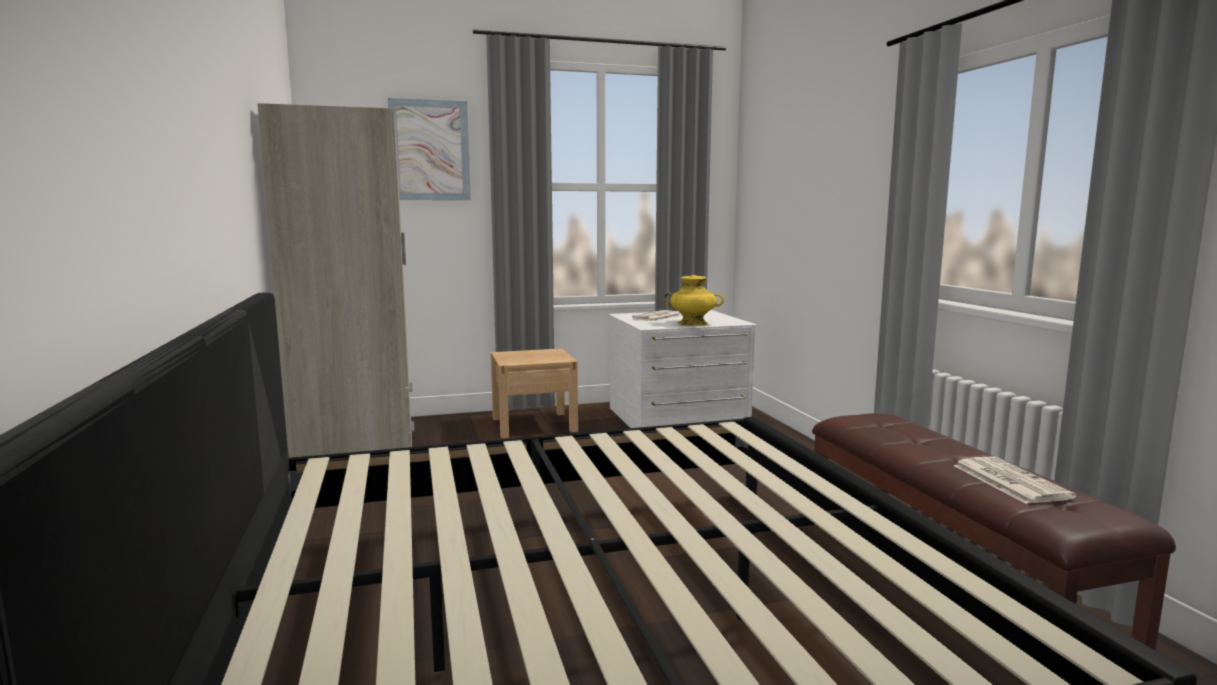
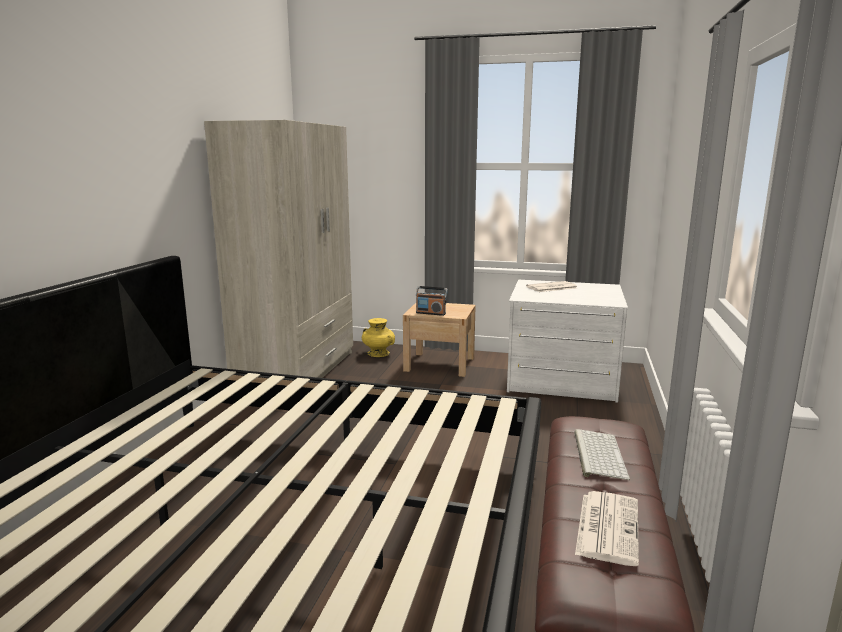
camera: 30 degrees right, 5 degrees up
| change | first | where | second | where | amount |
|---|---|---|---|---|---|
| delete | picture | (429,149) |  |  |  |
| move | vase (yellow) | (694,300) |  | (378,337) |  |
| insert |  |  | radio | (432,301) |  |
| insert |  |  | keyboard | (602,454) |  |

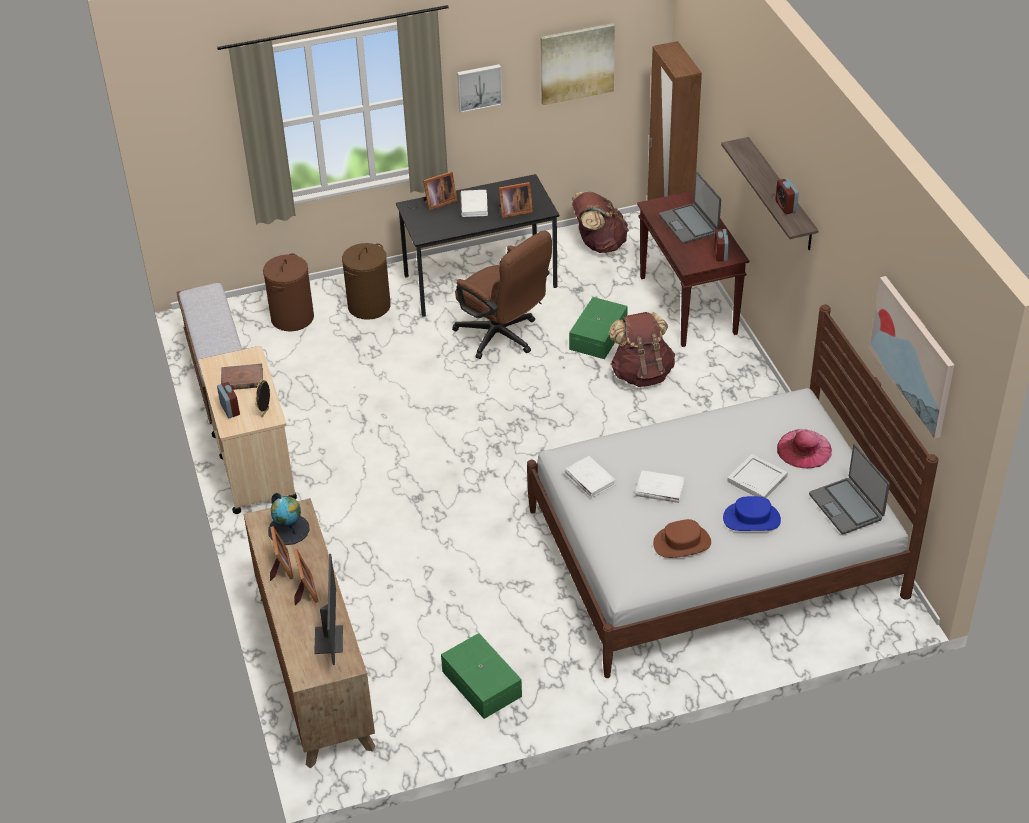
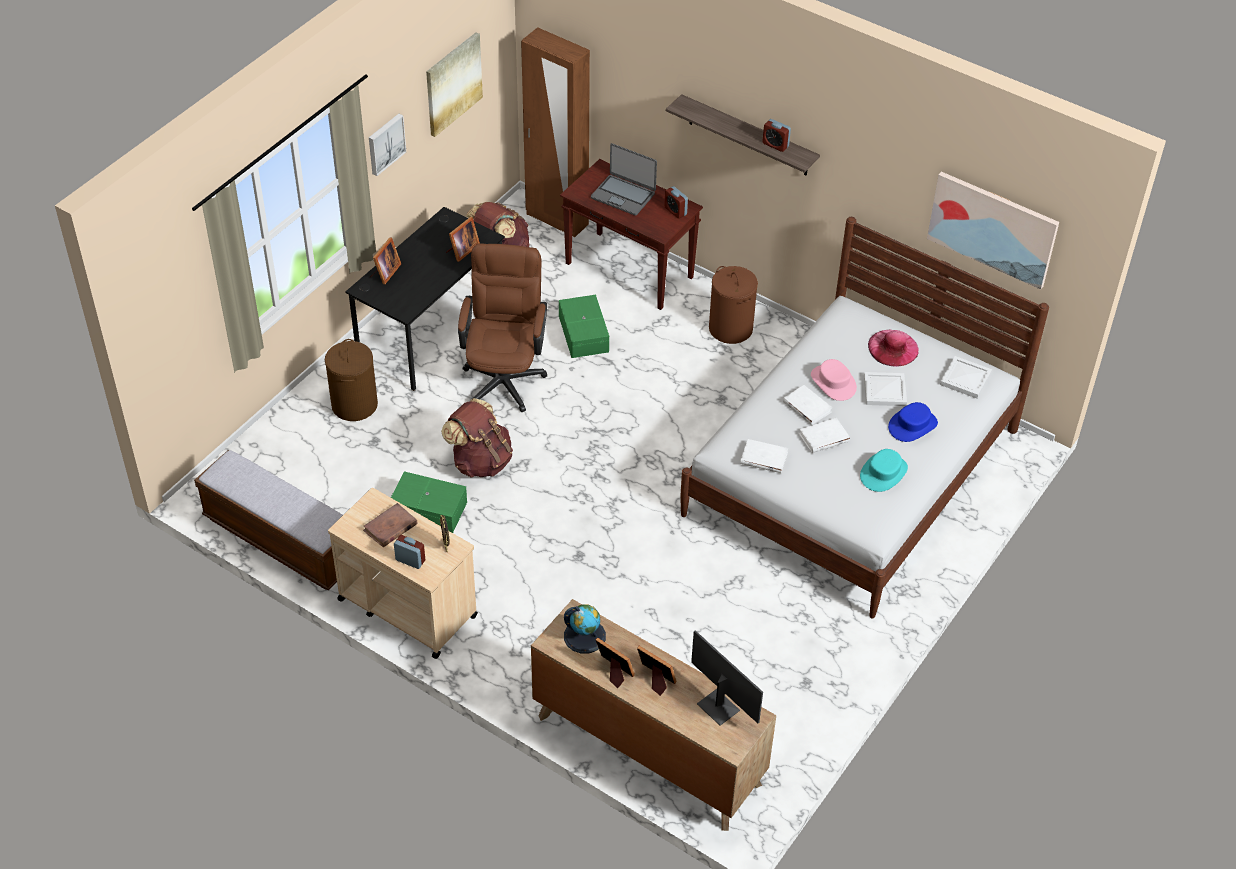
camera: 40 degrees left, 5 degrees up
| change | first | where | second | where | amount |
|---|---|---|---|---|---|
| move | laundry basket (brown) | (288,292) |  | (733,305) |  |
| move | storage box (green) | (481,676) |  | (429,502) |  |
| rotate | office chair (brown) | (502,295) |  | (502,327) | 90 degrees counterclockwise |
| move | book (white) | (474,203) |  | (808,405) |  |
| move | backpack (brown) | (642,349) |  | (477,438) |  |
| recolor | hat (brown) | (682,538) | hat (turquoise) | (884,470) |  |
| replace | laptop | (849,489) | tray (white) | (966,377) |  |
| insert |  |  | hat (pink) | (834,380) |  |

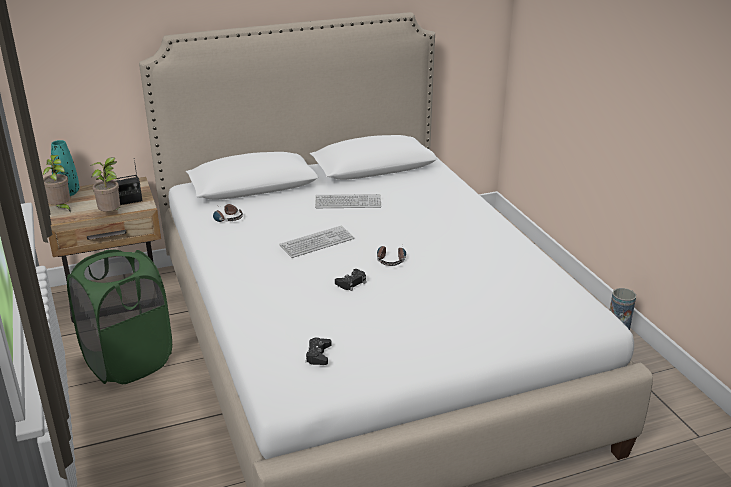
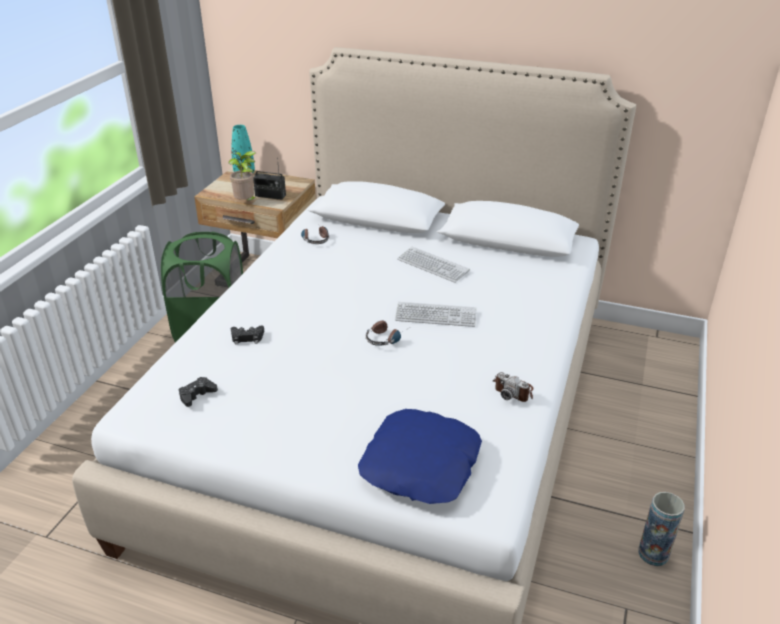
camera: 40 degrees right, 5 degrees up
| change | first | where | second | where | amount |
|---|---|---|---|---|---|
| delete | potted plant | (57,184) |  |  |  |
| move | keyboard | (316,242) |  | (436,314) |  |
| move | game controller (black) | (350,280) |  | (247,335) |  |
| insert |  |  | pillow (blue) | (420,456) |  |
| insert |  |  | photo camera | (512,387) |  |

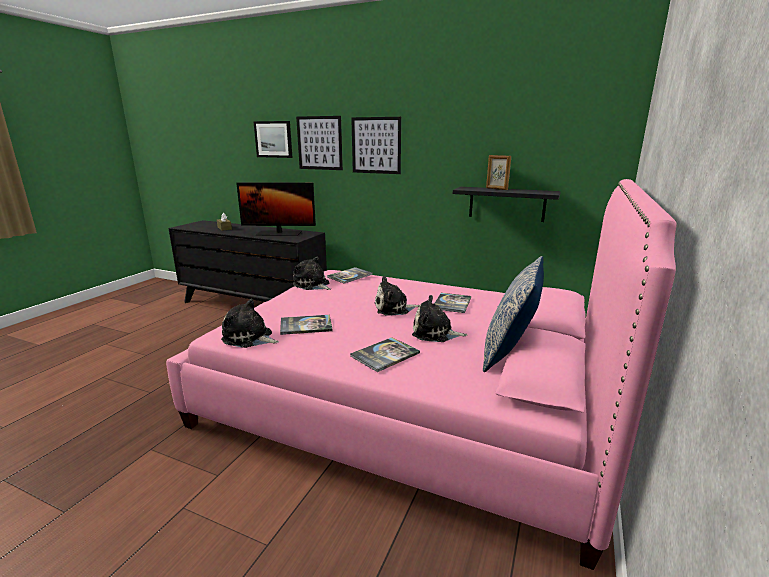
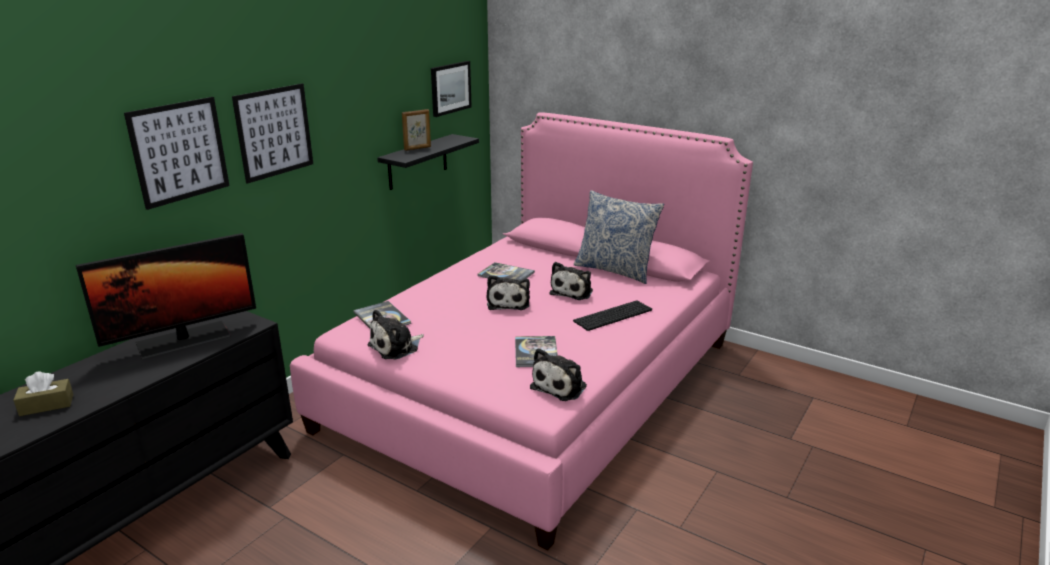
camera: 80 degrees left, 5 degrees up
| change | first | where | second | where | amount |
|---|---|---|---|---|---|
| rotate | monitor | (276,209) |  | (166,296) | 45 degrees clockwise |
| move | picture | (272,139) |  | (451,89) |  |
| replace | book | (385,354) | keyboard | (612,315) |  |

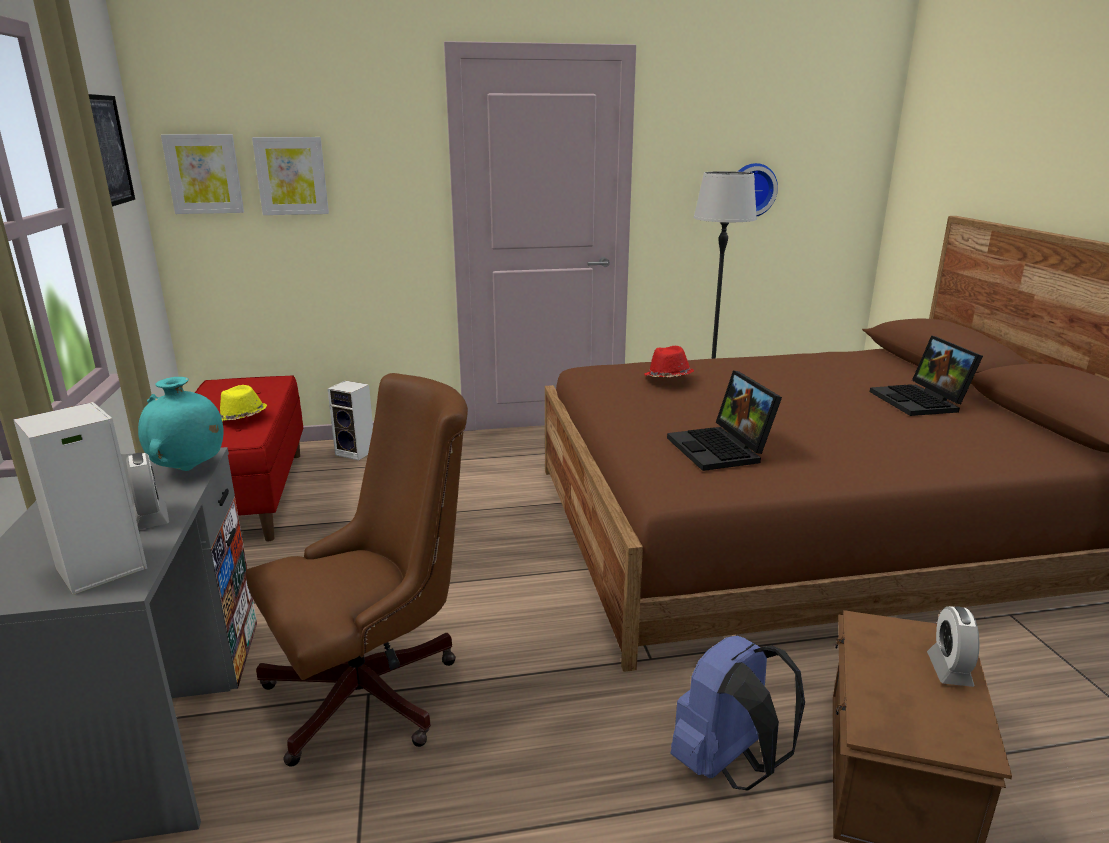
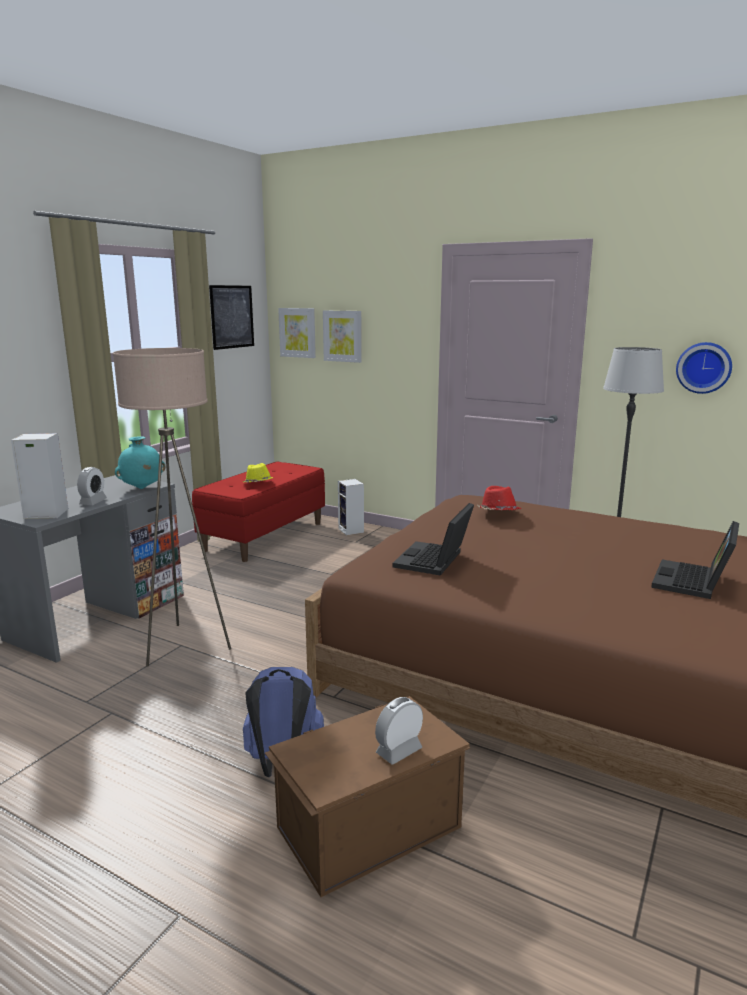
camera: 40 degrees right, 5 degrees down
| change | first | where | second | where | amount |
|---|---|---|---|---|---|
| replace | office chair (brown) | (357,569) | floor lamp (beige) | (172,507) |  |

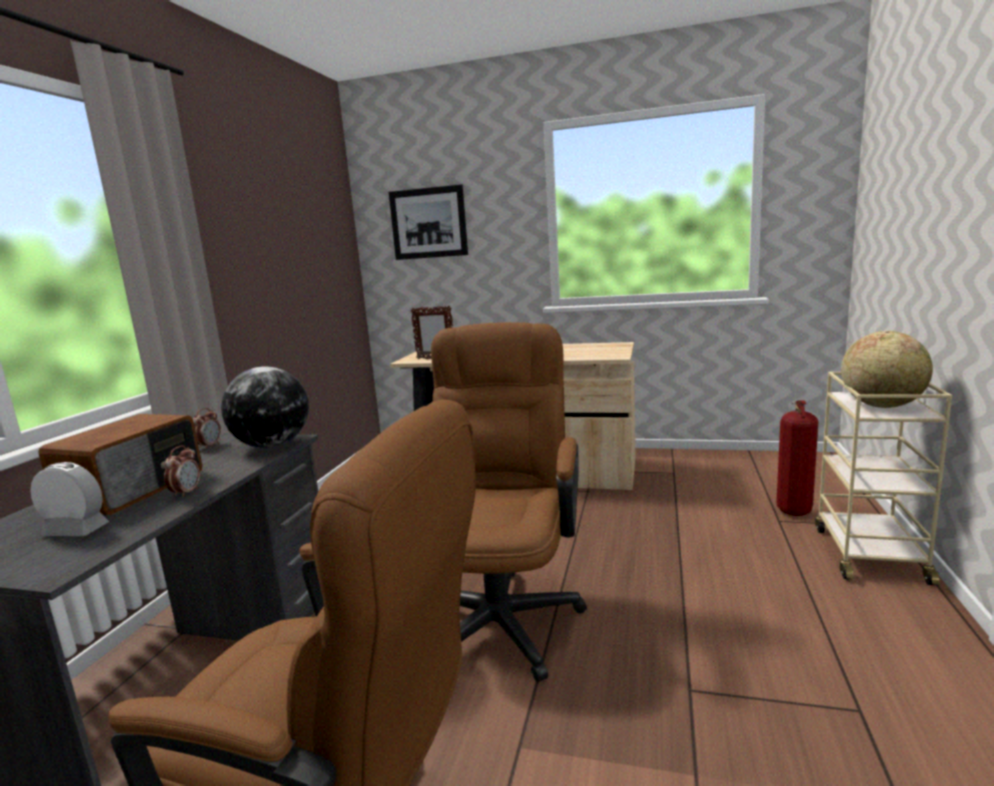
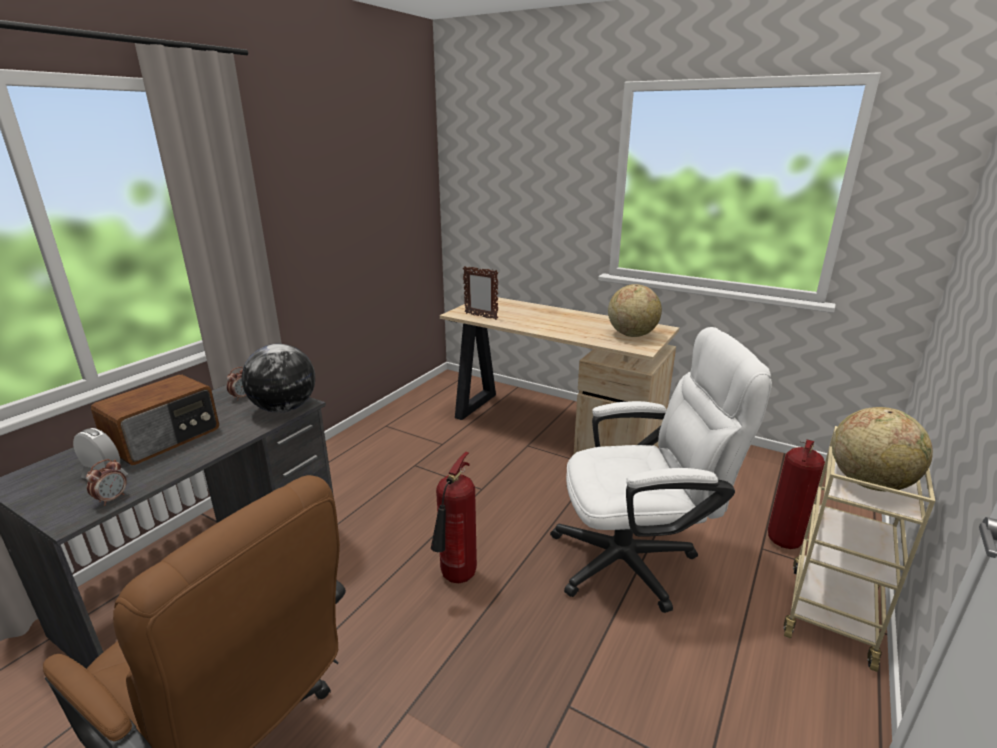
camera: 15 degrees right, 10 degrees up
| change | first | where | second | where | amount |
|---|---|---|---|---|---|
| move | alarm clock | (182,471) |  | (106,482) |  |
| delete | picture | (428,222) |  |  |  |
| replace | office chair (brown) | (509,502) | fire extinguisher | (454,517) |  |
| insert |  |  | office chair (white) | (661,470) |  |
| insert |  |  | globe | (635,310) |  |

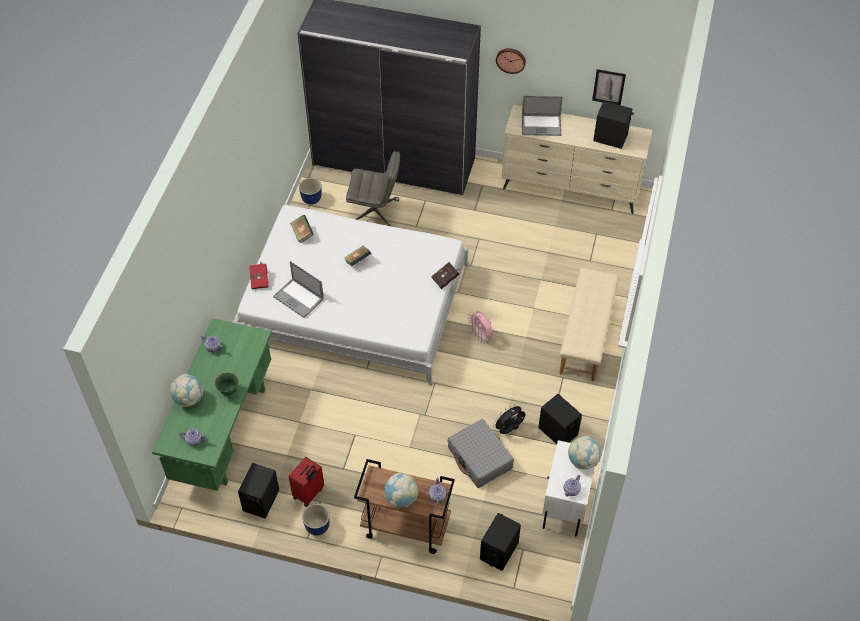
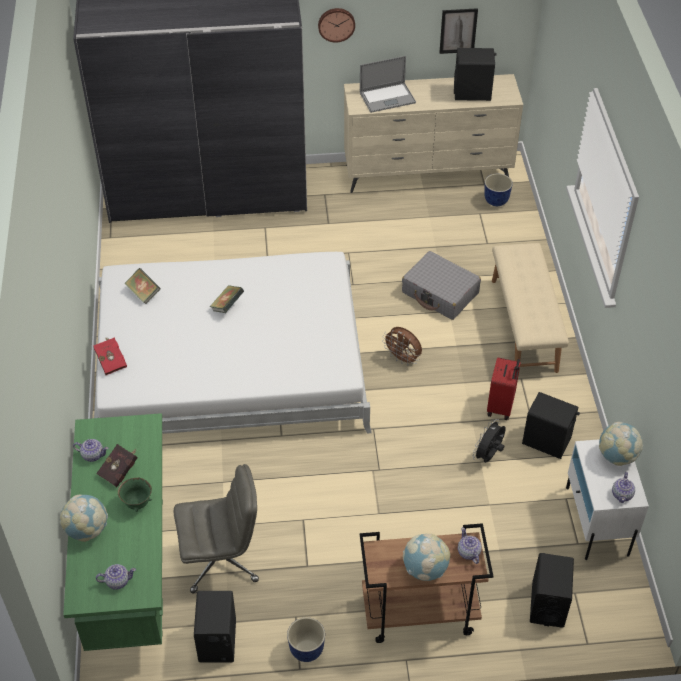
camera: 20 degrees left, 5 degrees down
| change | first | where | second | where | amount |
|---|---|---|---|---|---|
| delete | laptop | (298,289) |  |  |  |
| move | suitcase (red) | (306,482) |  | (504,388) |  |
| move | planter | (310,191) |  | (498,190) |  |
| move | office chair (grey) | (373,189) |  | (216,529) |  |
| move | book (red) | (445,275) |  | (117,465) |  |
| move | suitcase (grey) | (481,453) |  | (441,285) |  |
| recolor | fan (pink) | (480,327) | fan (brown) | (402,346) |  |

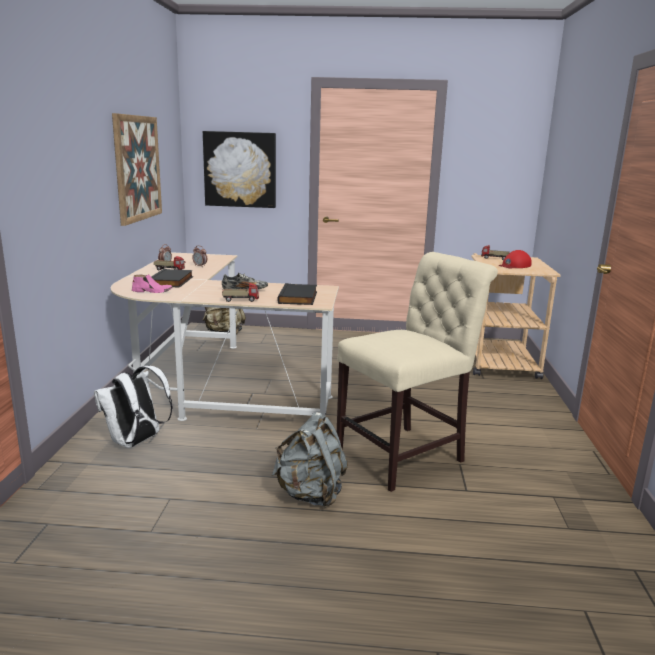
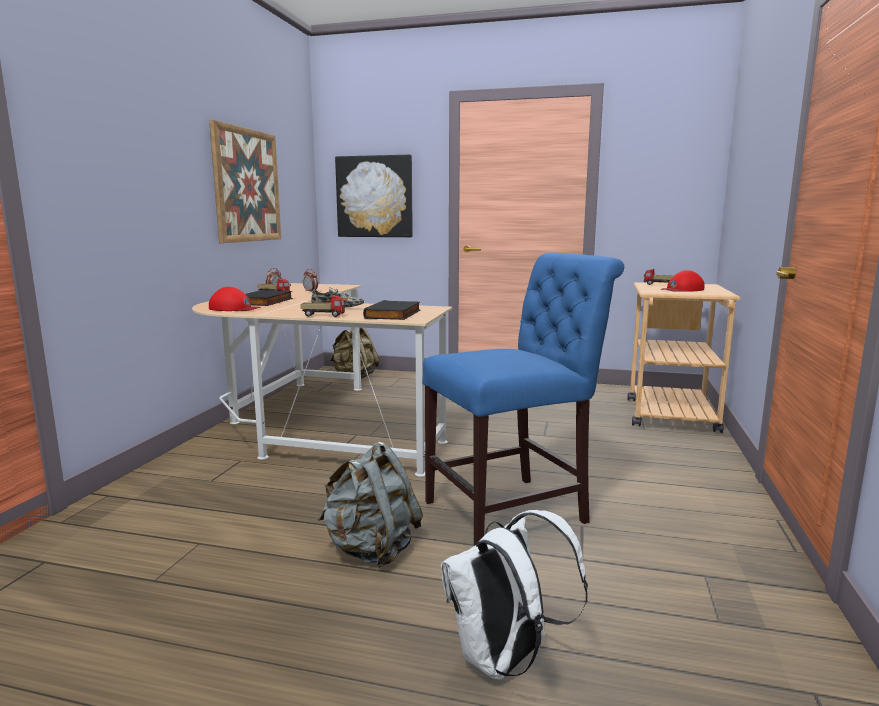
camera: 10 degrees right, 5 degrees down
| change | first | where | second | where | amount |
|---|---|---|---|---|---|
| move | backpack (white) | (133,407) |  | (514,595) |  |
| replace | shoe (pink) | (152,284) | cap (red) | (235,299) |  |
| recolor | chair (beige) | (417,372) | chair (blue) | (523,399) |  |

